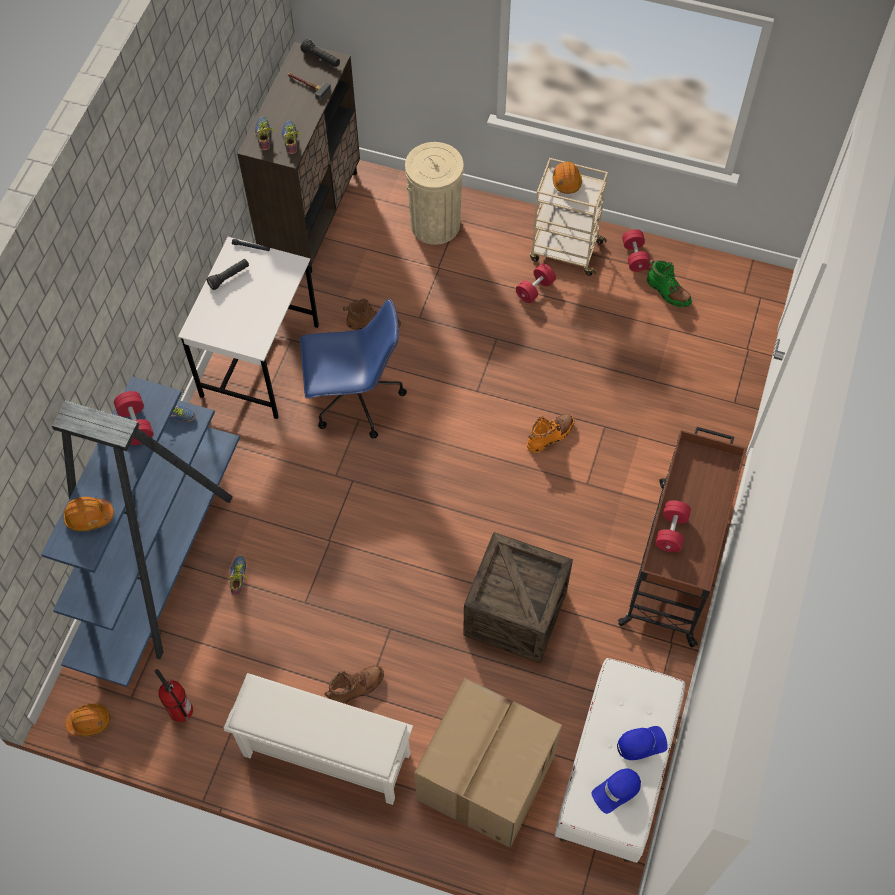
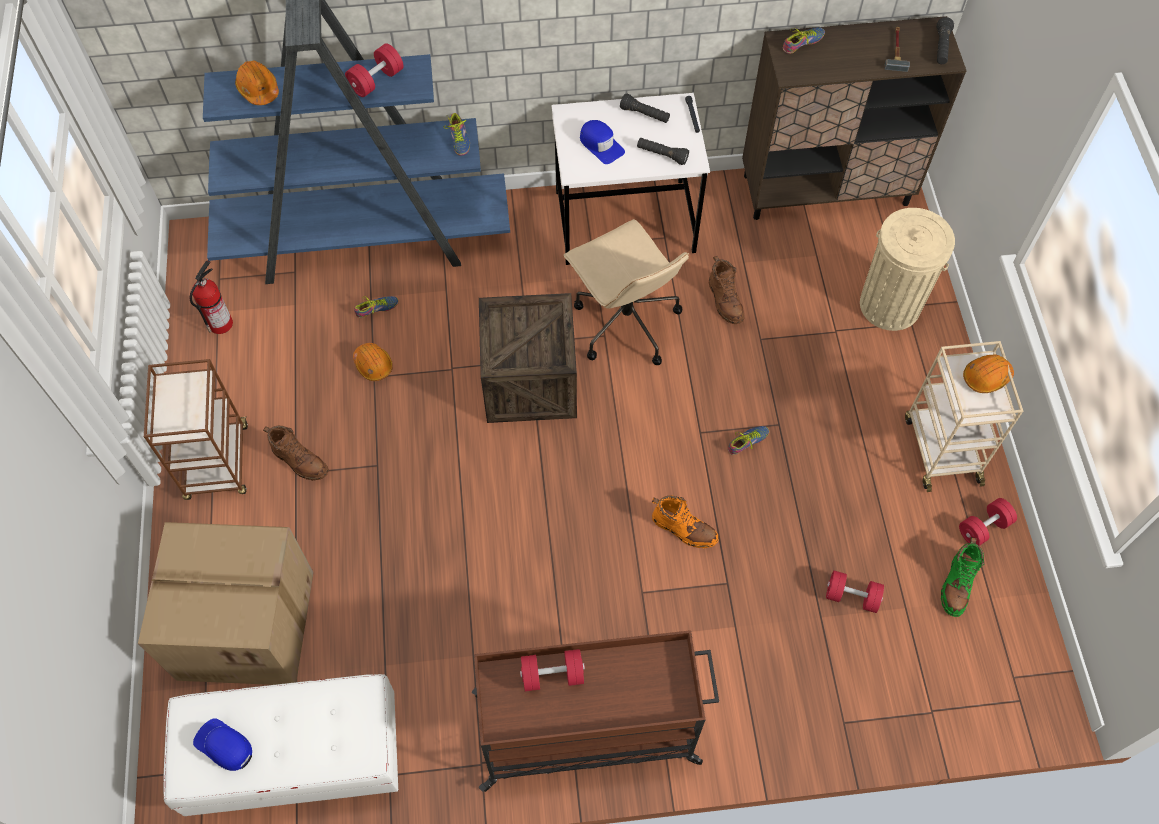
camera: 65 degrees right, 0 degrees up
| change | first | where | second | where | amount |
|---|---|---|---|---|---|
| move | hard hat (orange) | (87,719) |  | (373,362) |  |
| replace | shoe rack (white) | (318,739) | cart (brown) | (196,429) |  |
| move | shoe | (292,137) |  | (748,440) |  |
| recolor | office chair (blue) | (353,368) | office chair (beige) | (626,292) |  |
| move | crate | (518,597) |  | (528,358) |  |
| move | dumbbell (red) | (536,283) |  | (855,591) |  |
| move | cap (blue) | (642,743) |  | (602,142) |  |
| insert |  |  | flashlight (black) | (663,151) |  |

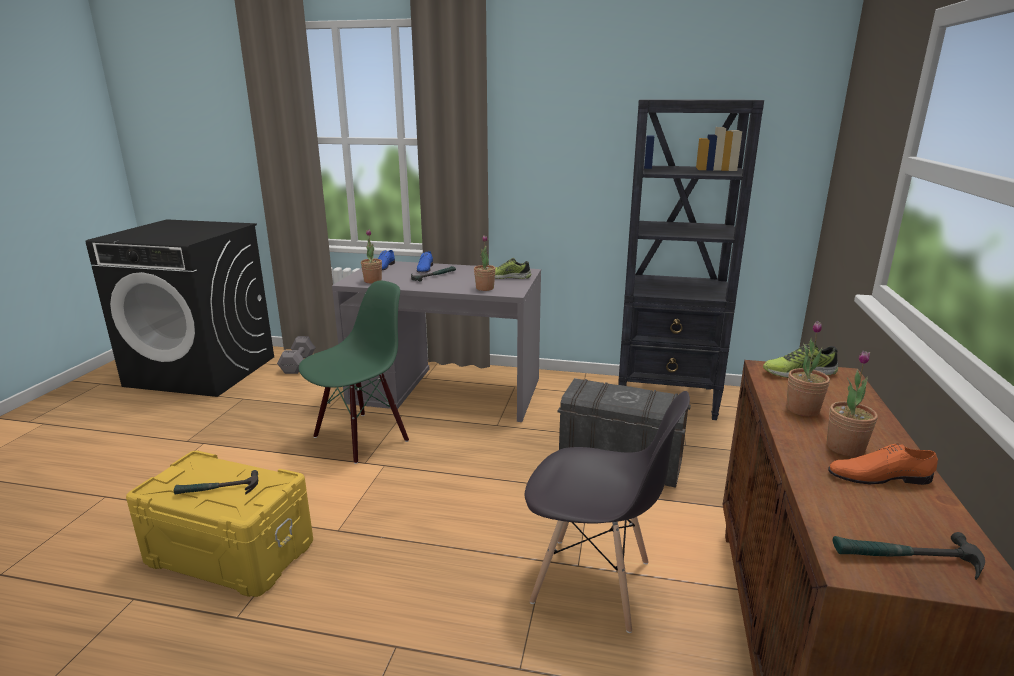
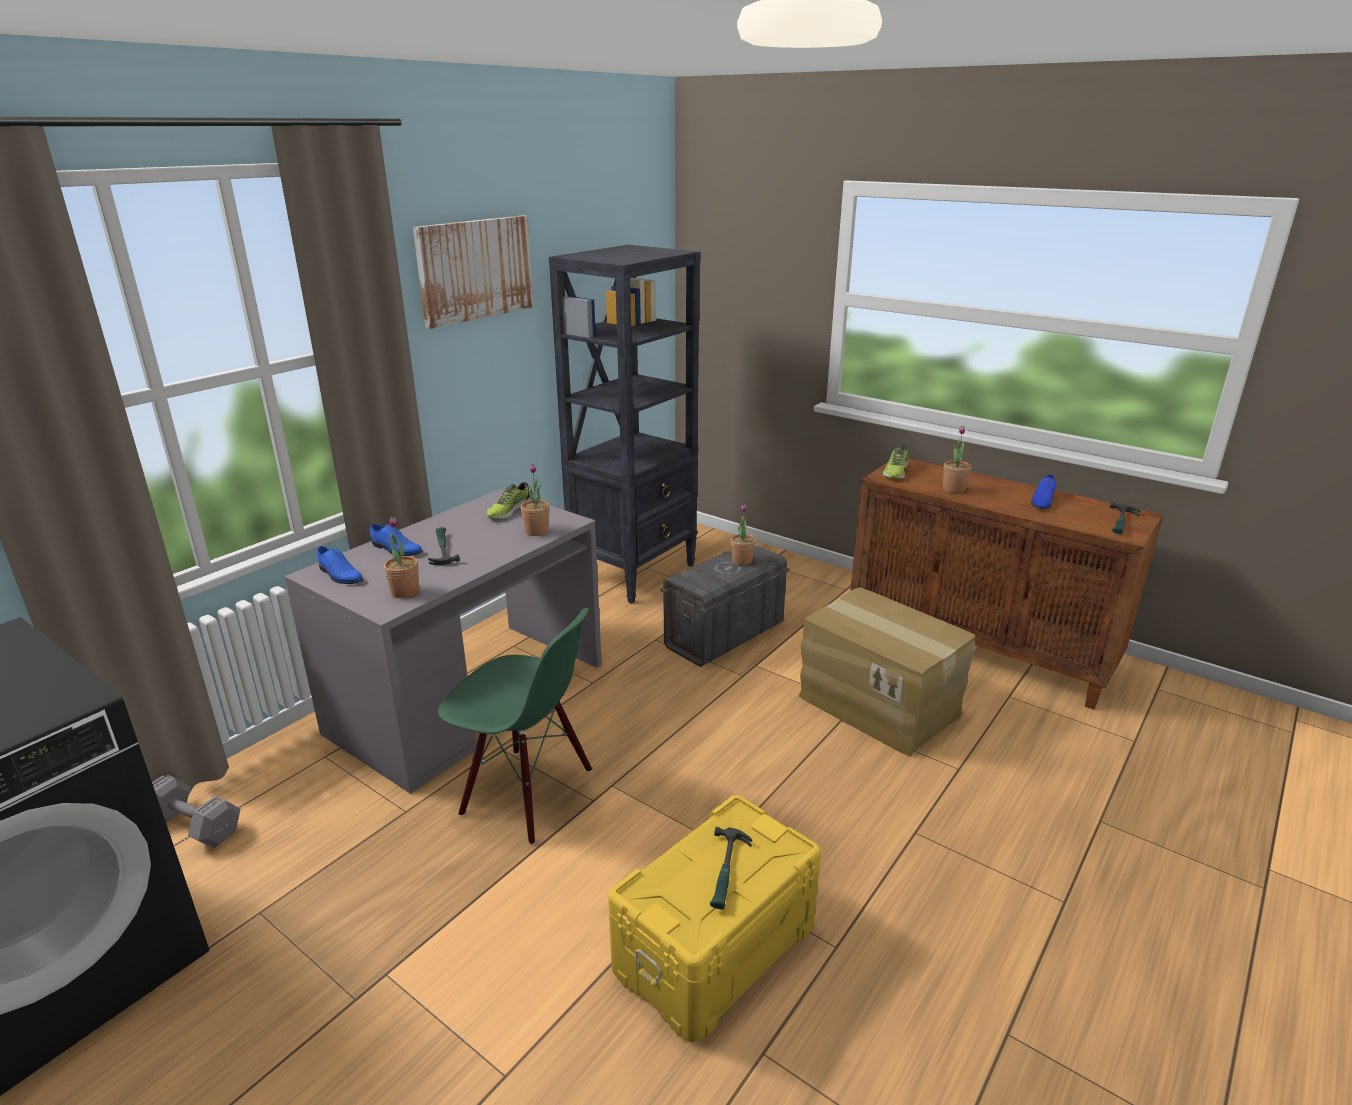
camera: 65 degrees left, 5 degrees up
| change | first | where | second | where | amount |
|---|---|---|---|---|---|
| rotate | chair (green) | (354,372) |  | (515,726) | 135 degrees clockwise |
| replace | chair (grey) | (607,512) | cardboard box | (887,672) |  |
| move | potted plant | (852,403) |  | (743,535) |  |
| recolor | shoe (orange) | (883,464) | shoe (blue) | (1043,492) |  |
| insert |  |  | picture | (473,272) |  |

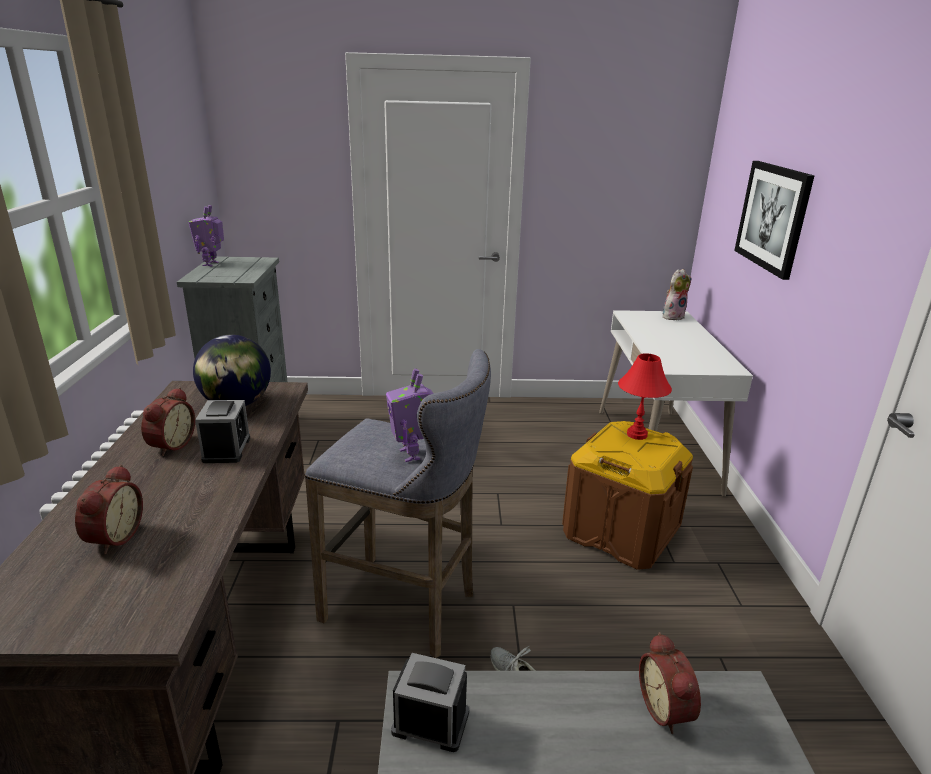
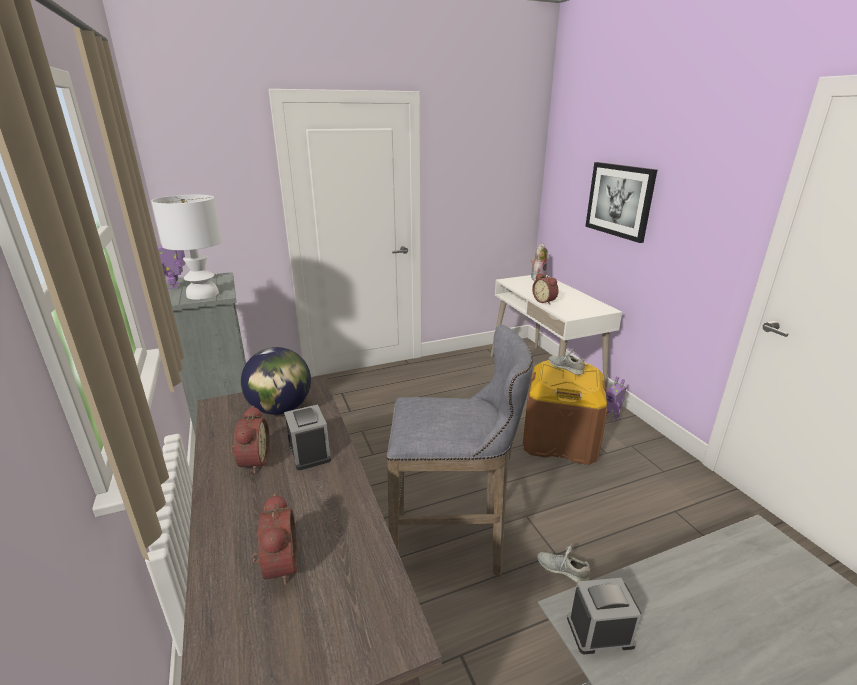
camera: 20 degrees left, 0 degrees up
| change | first | where | second | where | amount |
|---|---|---|---|---|---|
| move | toy robot | (410,415) |  | (616,399) |  |
| replace | table lamp (red) | (645,396) | shoe (grey) | (567,361) |  |
| move | alarm clock | (670,683) |  | (545,289) |  |
| insert |  |  | table lamp (white) | (186,247) |  |

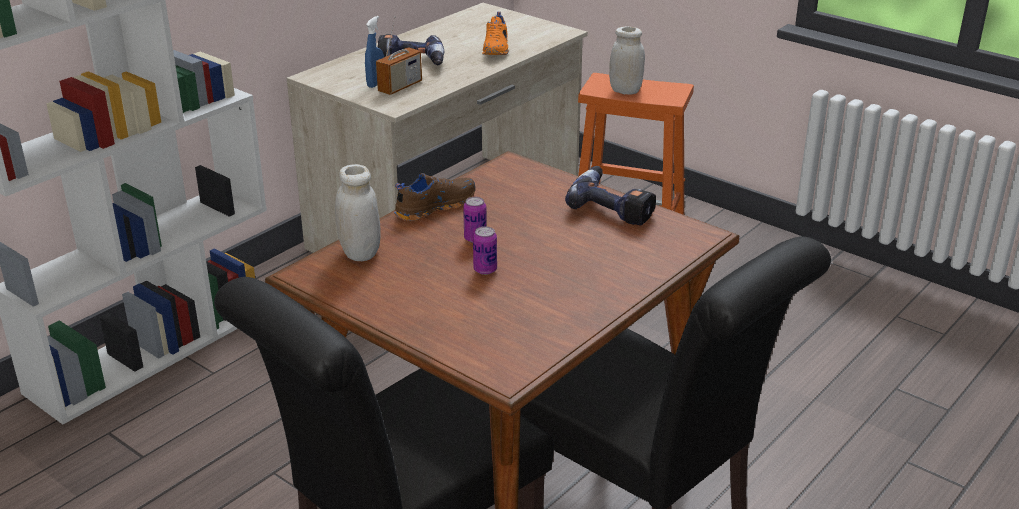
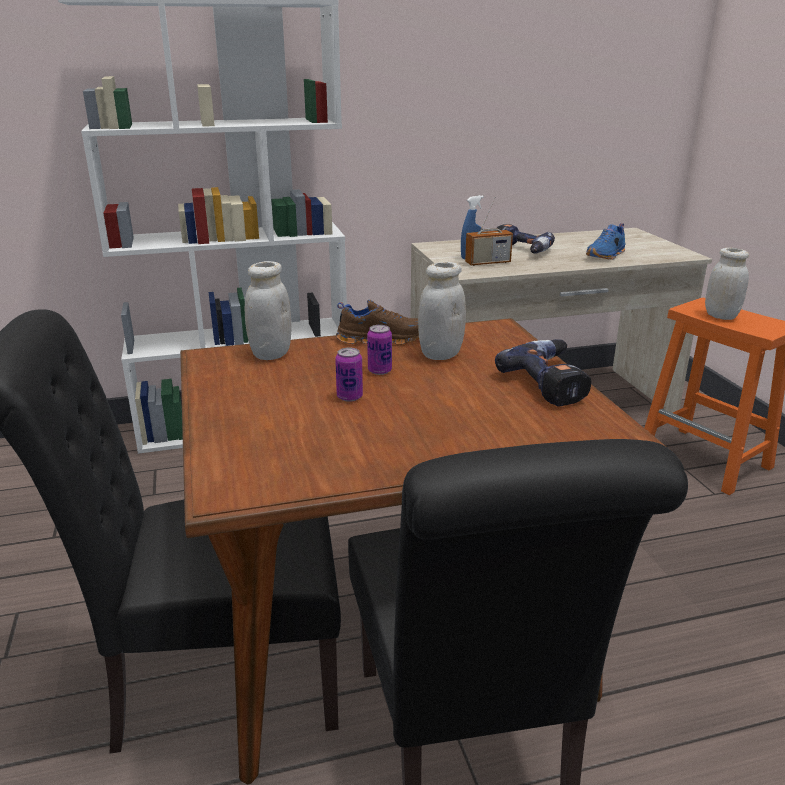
camera: 35 degrees right, 5 degrees down
| change | first | where | second | where | amount |
|---|---|---|---|---|---|
| recolor | shoe (orange) | (495,33) | shoe (blue) | (606,241) |  |
| insert |  |  | jar (white) | (442,311) |  |

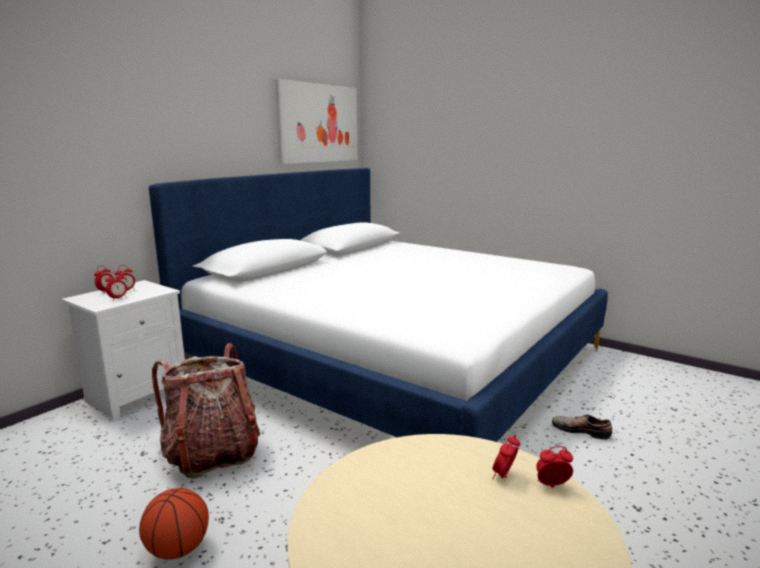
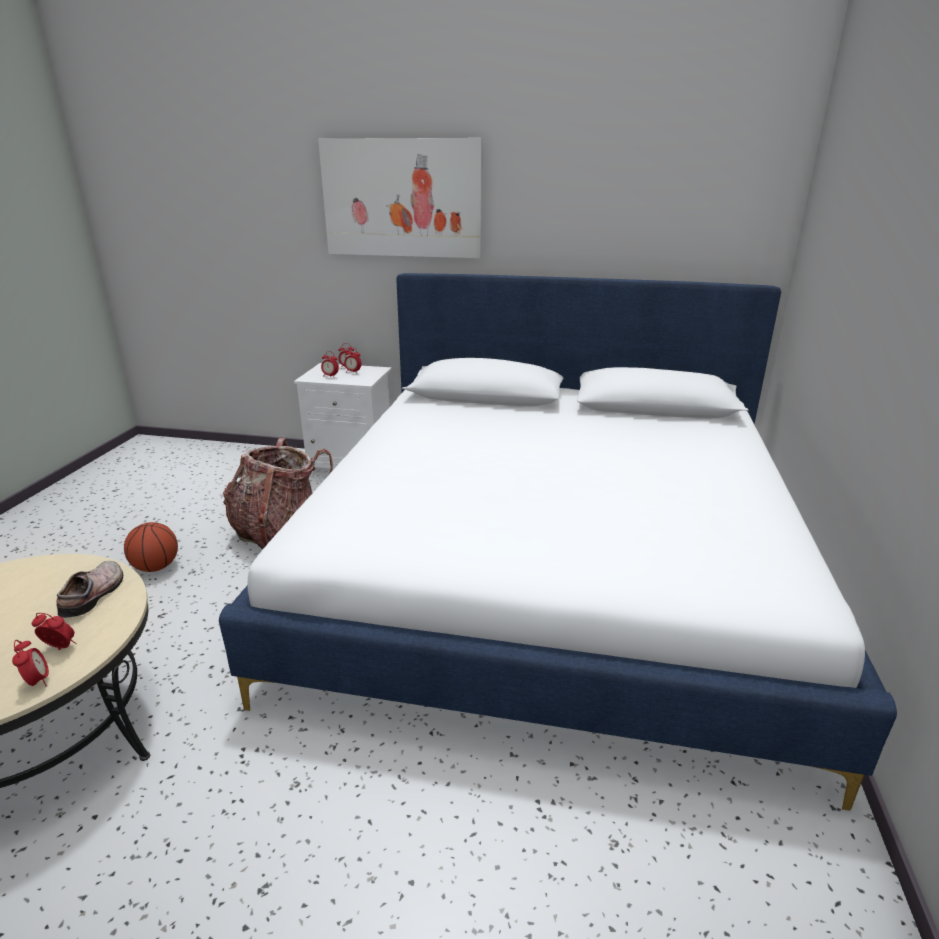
camera: 65 degrees right, 10 degrees up
| change | first | where | second | where | amount |
|---|---|---|---|---|---|
| move | picture | (316,121) |  | (400,198) |  |
| move | shoe | (582,427) |  | (89,589) |  |

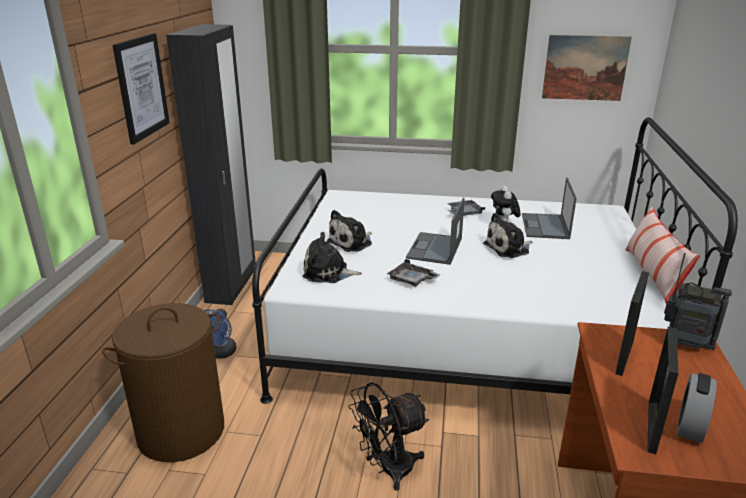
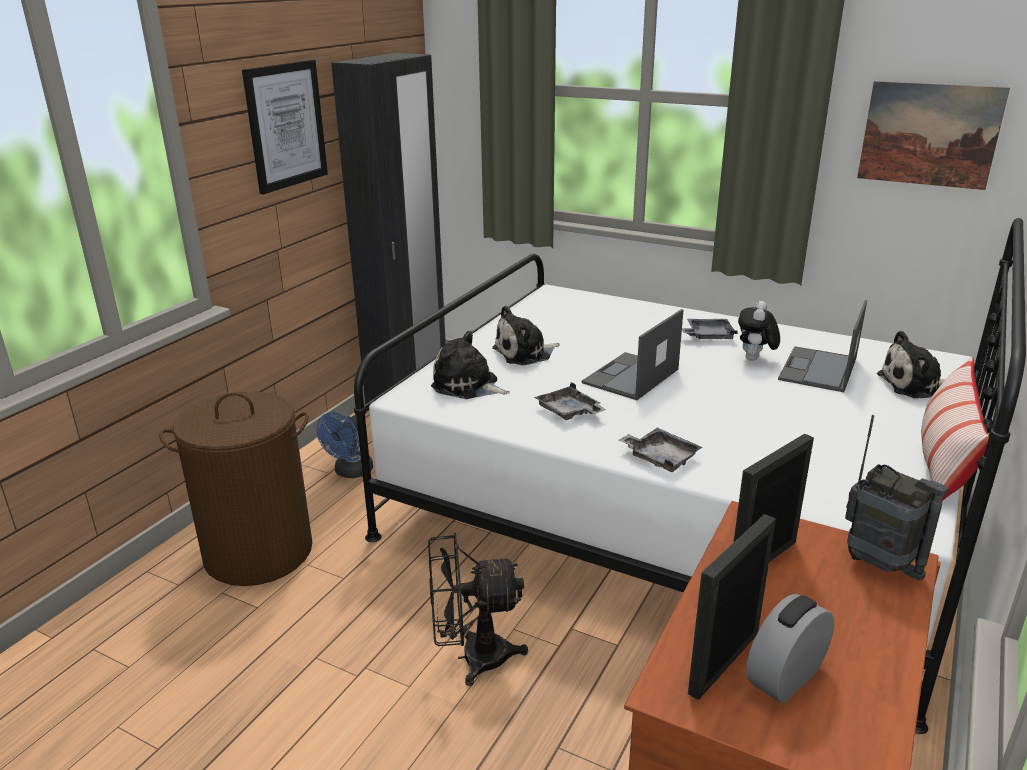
camera: 20 degrees right, 0 degrees up
| change | first | where | second | where | amount |
|---|---|---|---|---|---|
| move | plush toy | (508,235) |  | (911,364) |  |
| insert |  |  | tray (grey) | (660,450) |  |

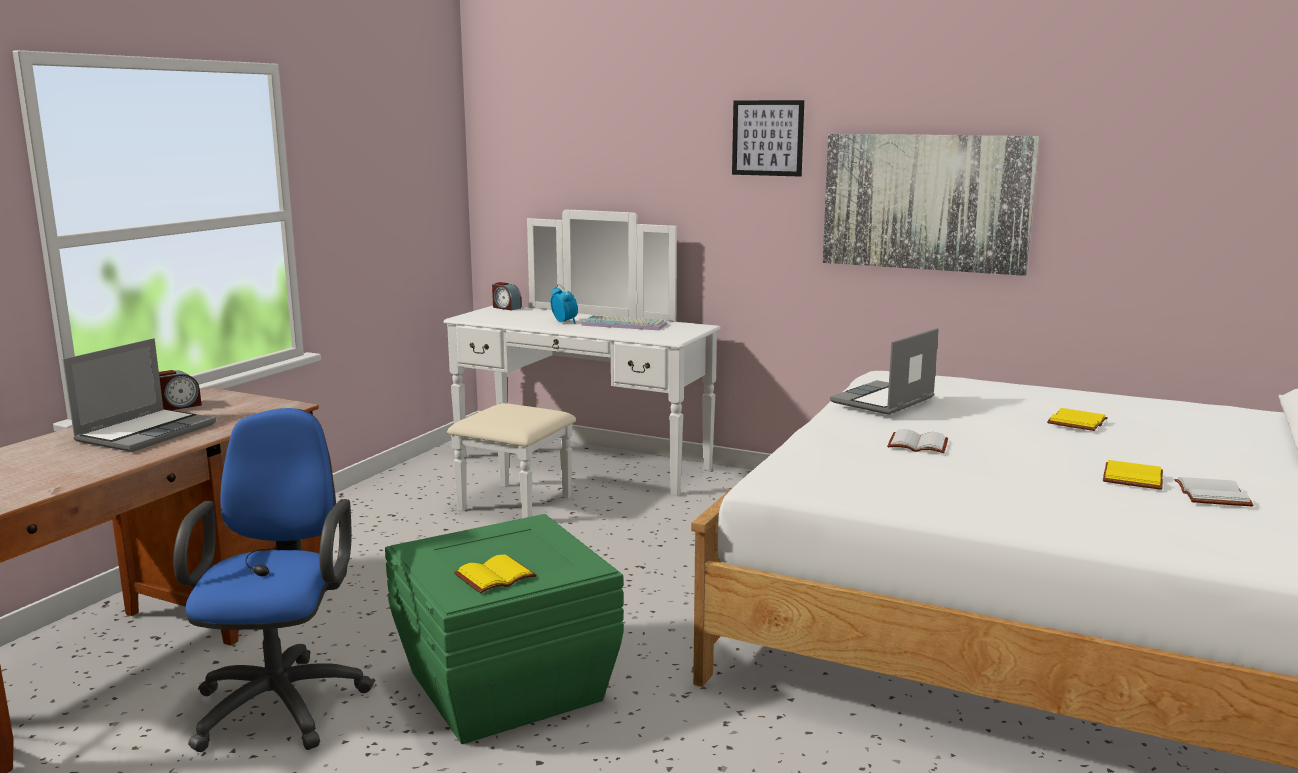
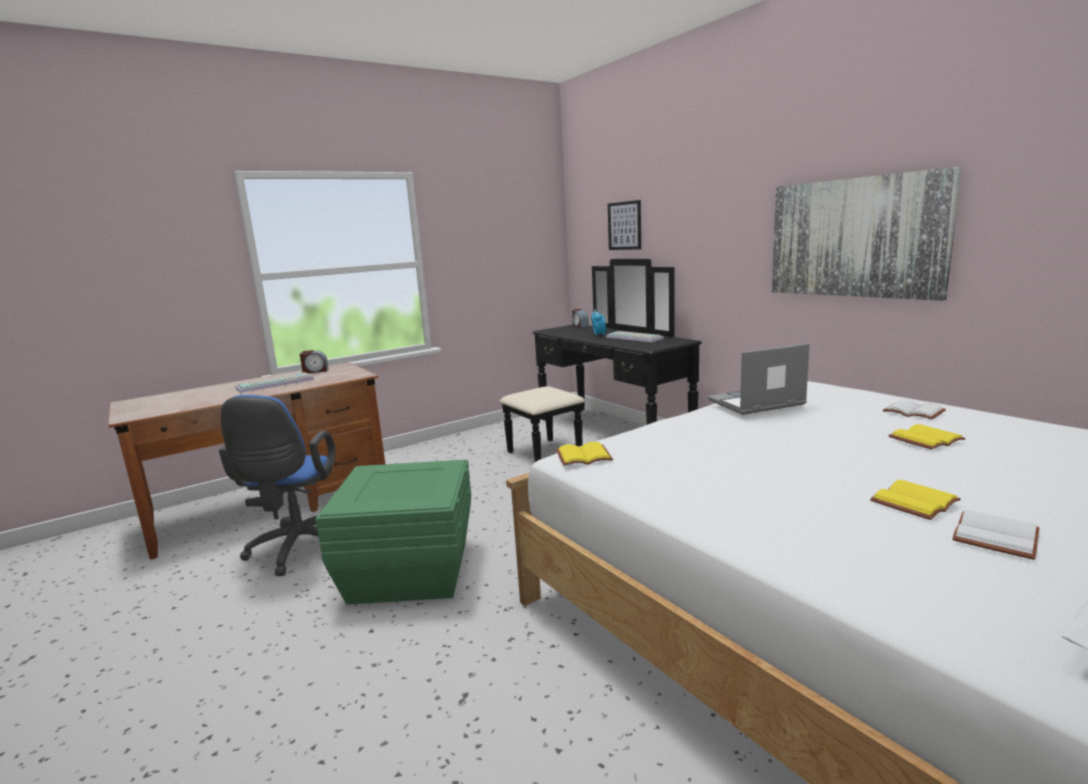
camera: 30 degrees right, 0 degrees up
| change | first | where | second | where | amount |
|---|---|---|---|---|---|
| replace | laptop | (139,395) | keyboard | (275,382) |  |
| rotate | office chair (blue) | (272,580) |  | (277,485) | 150 degrees clockwise |
| recolor | dresser (white) | (582,364) | dresser (black) | (601,360) |  |
| move | book (yellow) | (495,574) |  | (584,454) |  |
| move | picture | (768,138) |  | (624,225) |  |
| move | book (white) | (917,441) |  | (914,409) |  |

